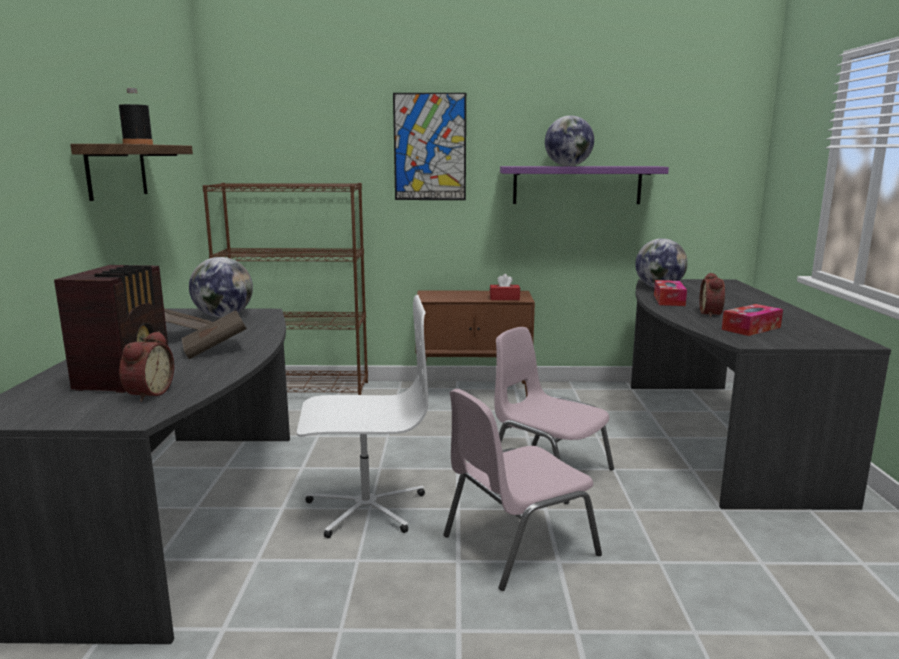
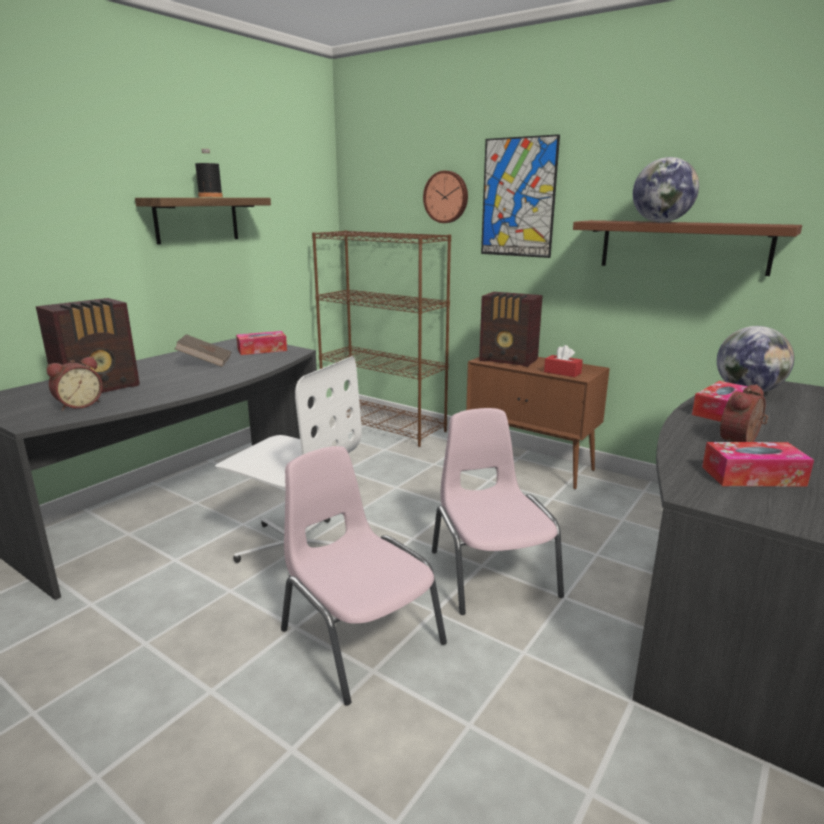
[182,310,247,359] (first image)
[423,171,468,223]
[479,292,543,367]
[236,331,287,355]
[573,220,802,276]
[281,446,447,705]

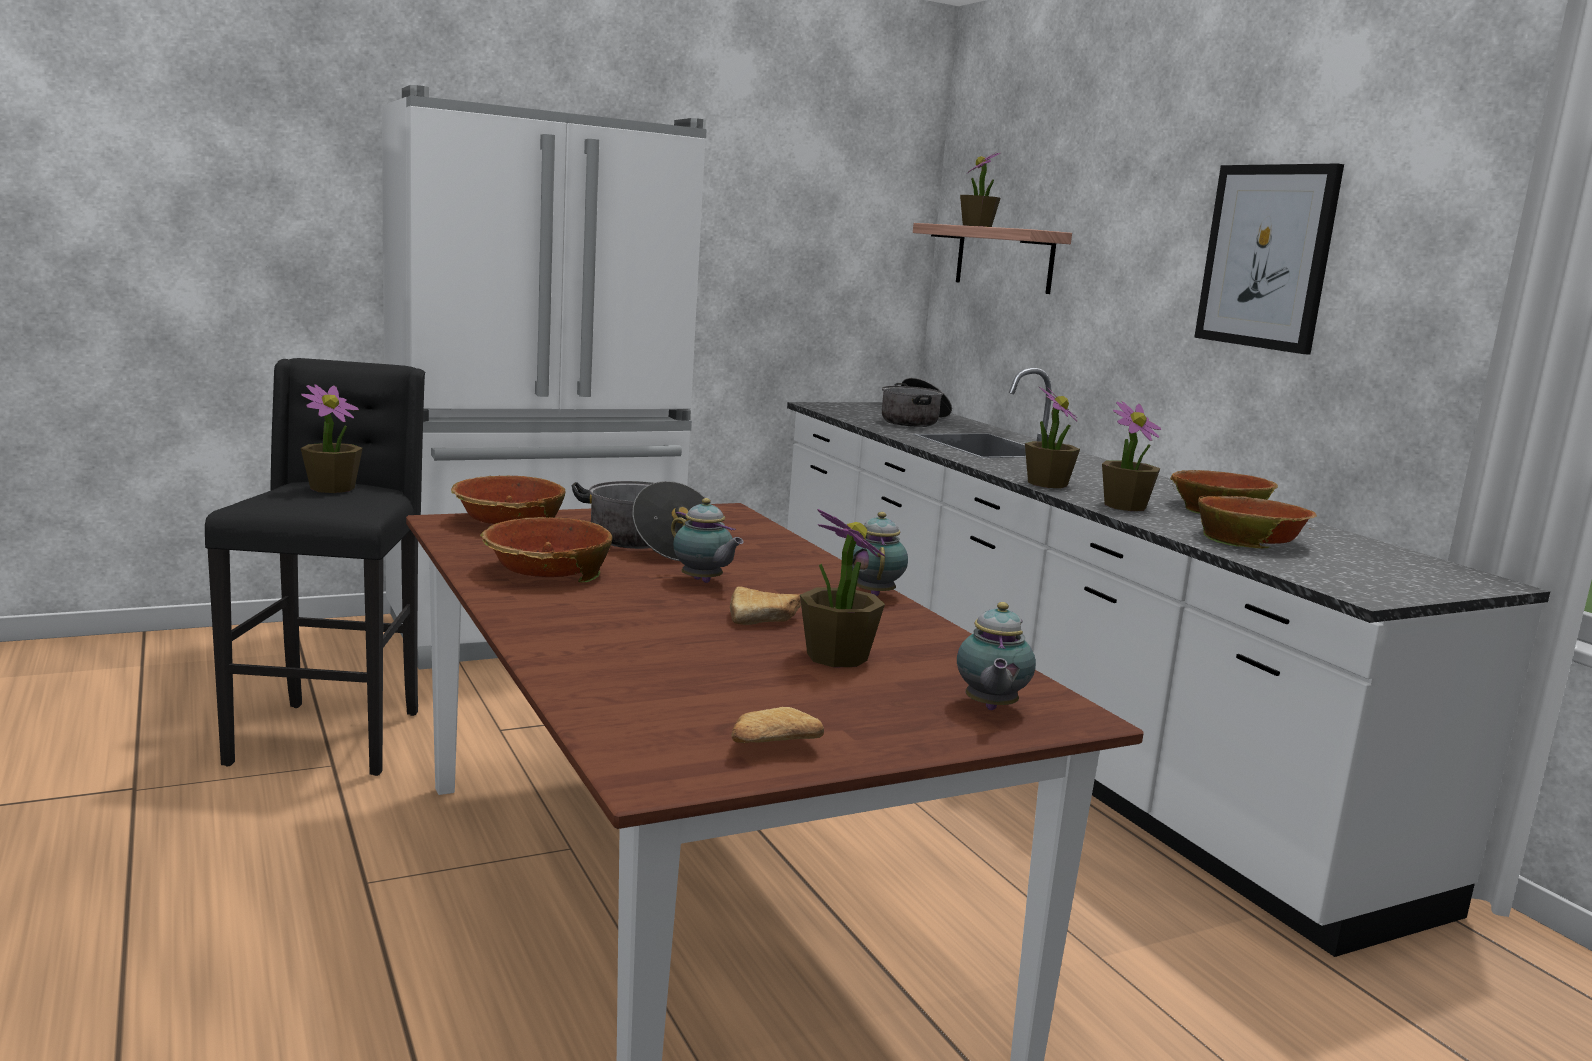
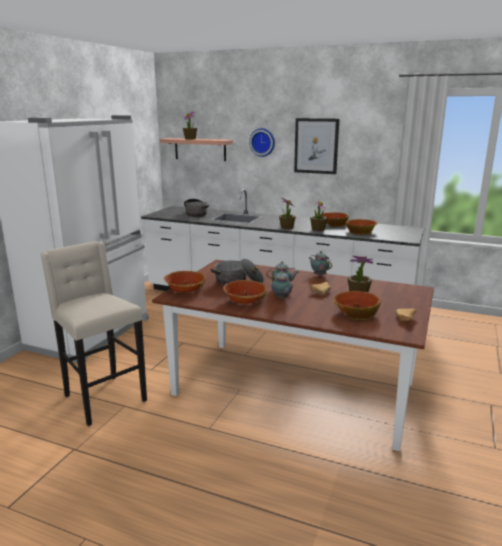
[301,384,363,493] (first image)
[249,128,275,157]
[333,291,381,320]
[271,271,294,299]
[40,241,147,426]

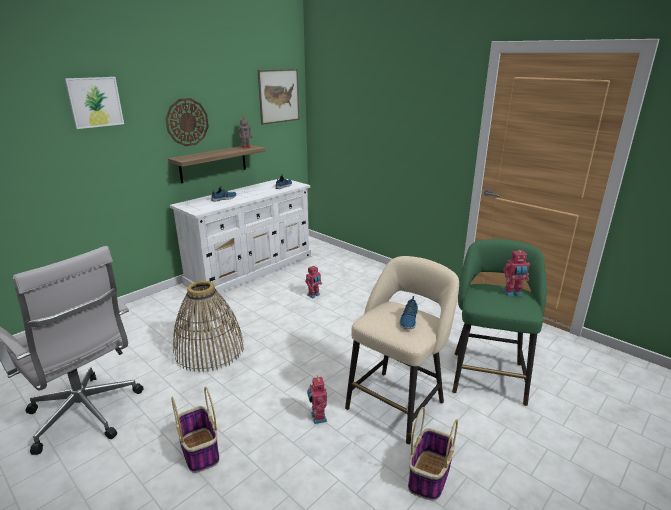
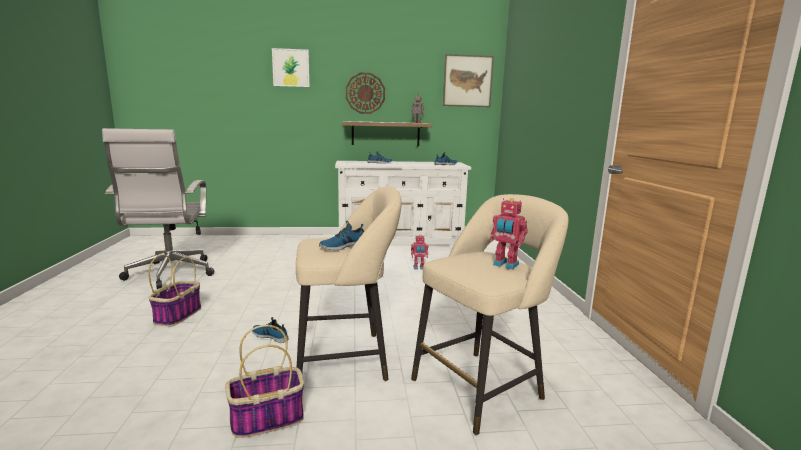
[173,281,244,372] (first image)
[252,317,289,343]
[411,194,569,435]

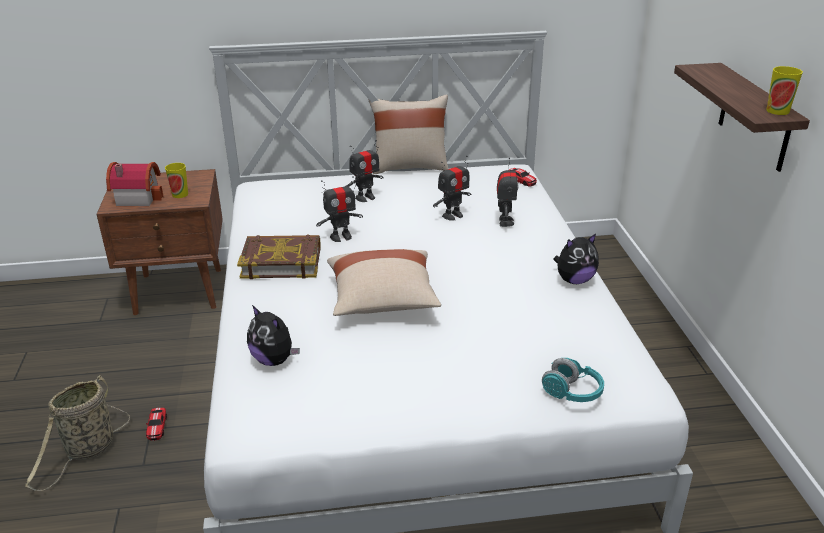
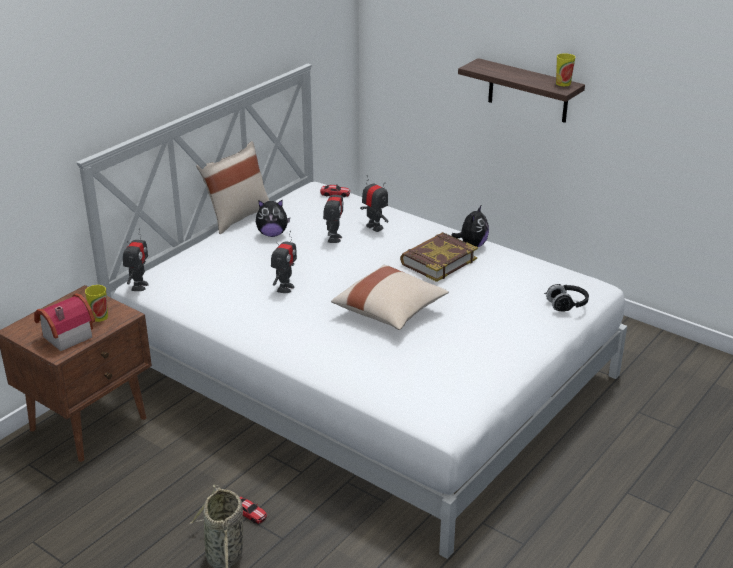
[400,232,478,282]
[256,199,290,237]
[123,229,149,291]
[544,284,589,312]

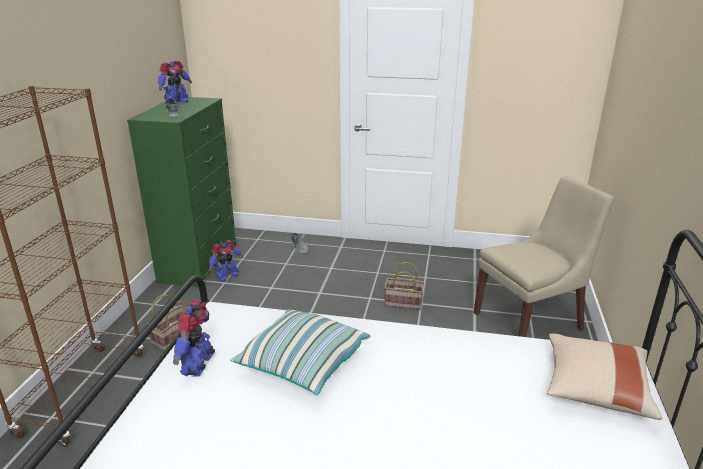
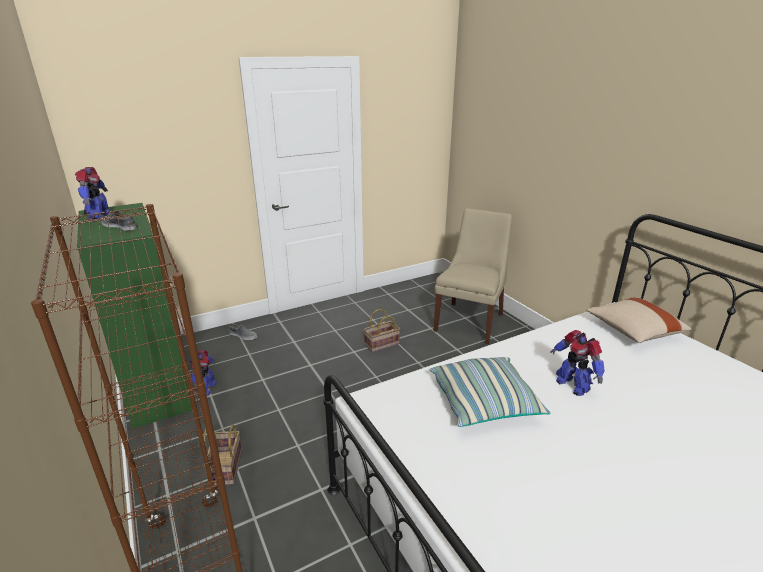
[550,330,605,396]

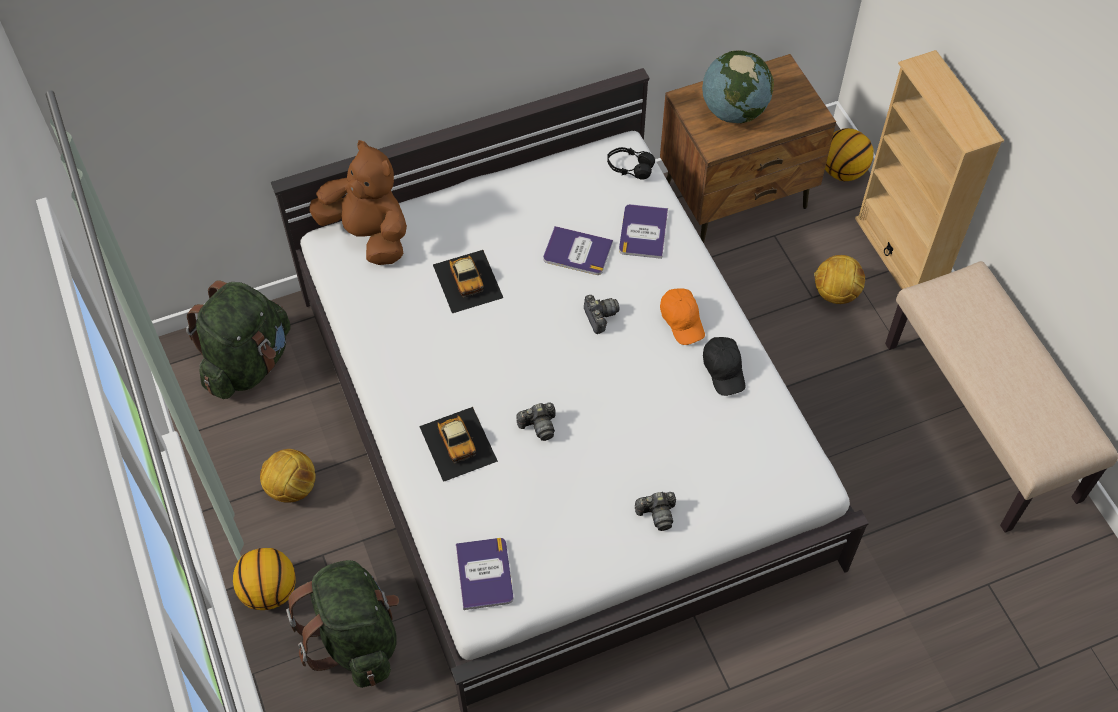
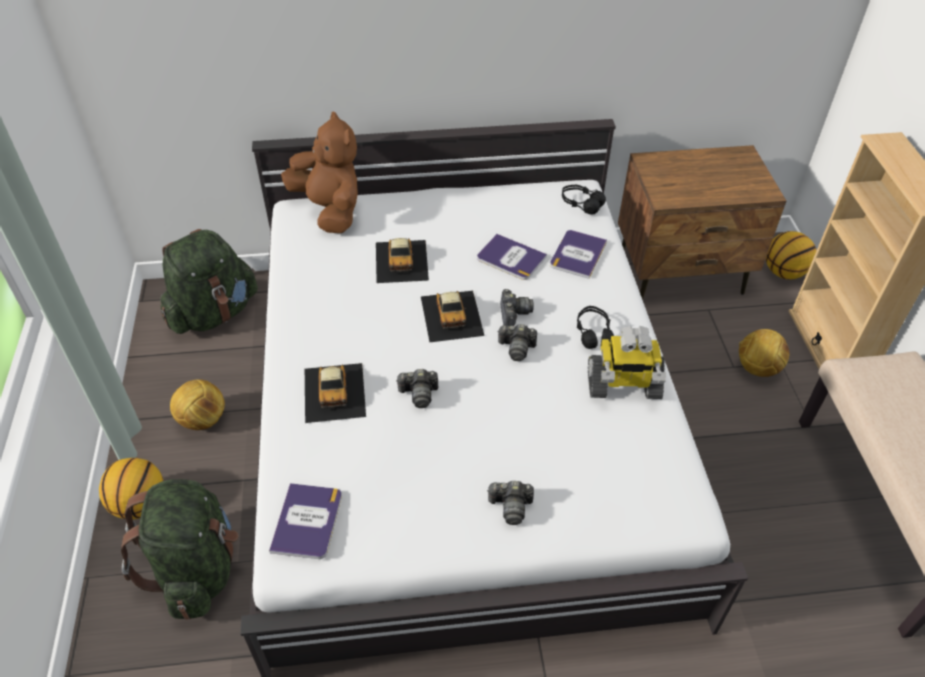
[702,51,774,124] (first image)
[421,291,484,342]
[497,324,537,361]
[577,306,614,349]
[588,326,666,399]

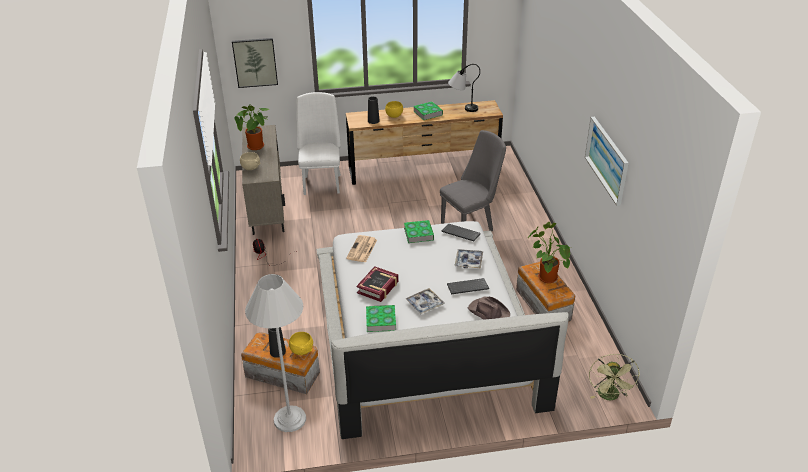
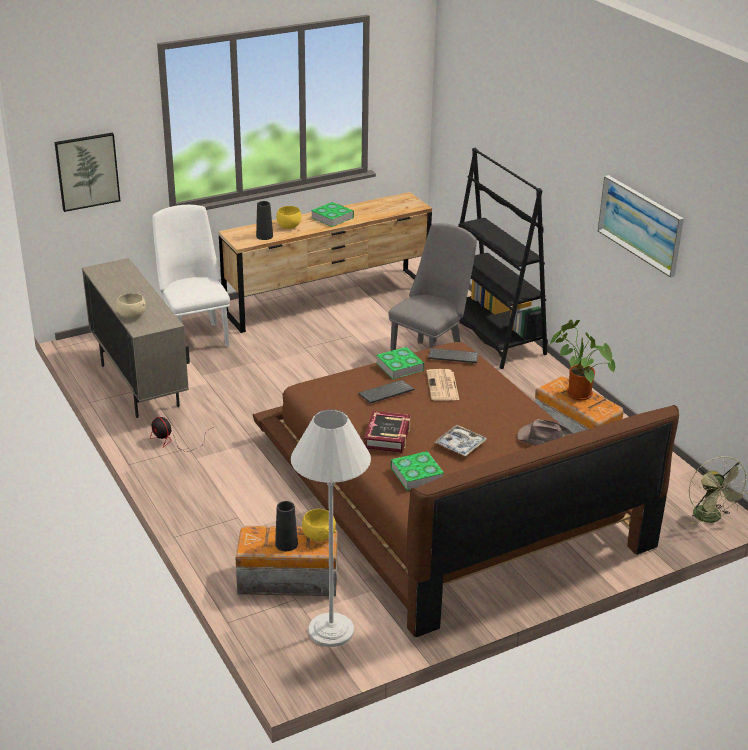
[234,103,269,150] (first image)
[448,64,480,112] (first image)
[455,249,483,268] (first image)
[458,148,548,369]
[426,369,459,401]
[358,380,414,404]
[253,342,679,638]

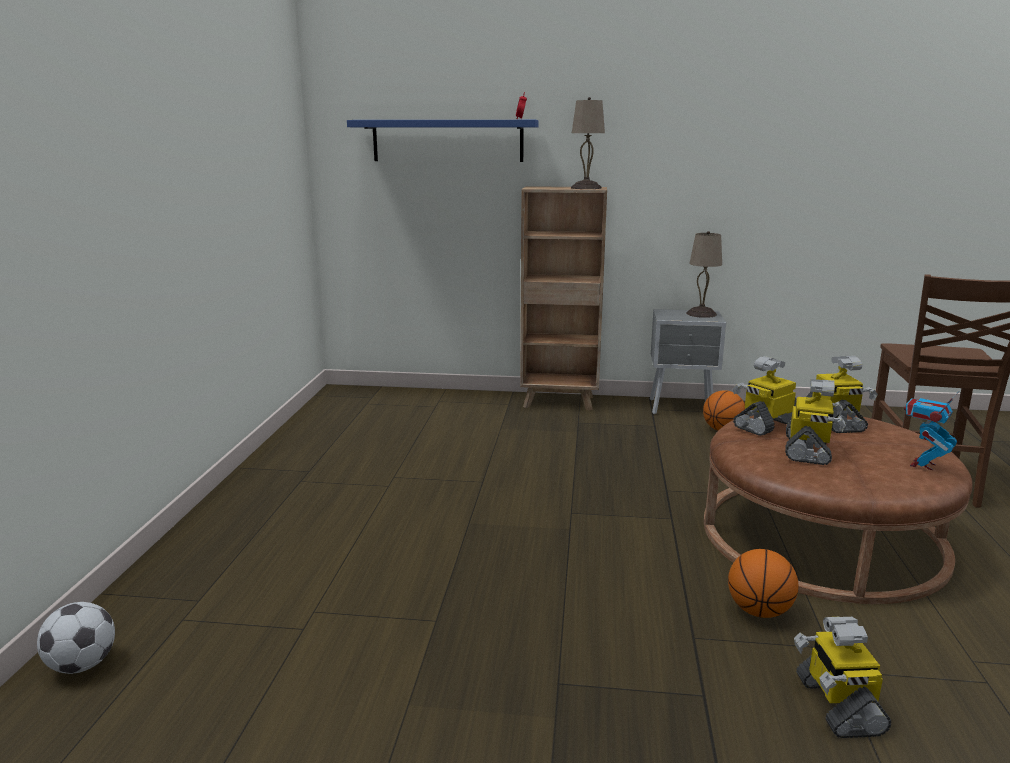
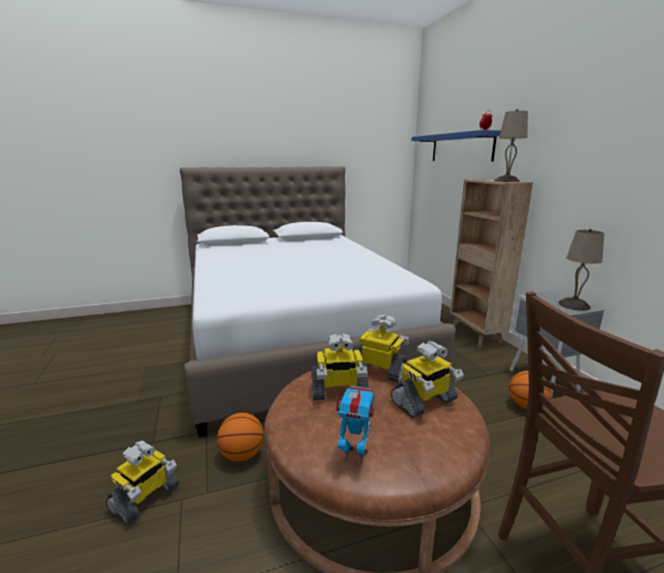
[37,602,115,674] (first image)
[180,166,456,437]
[105,441,179,525]

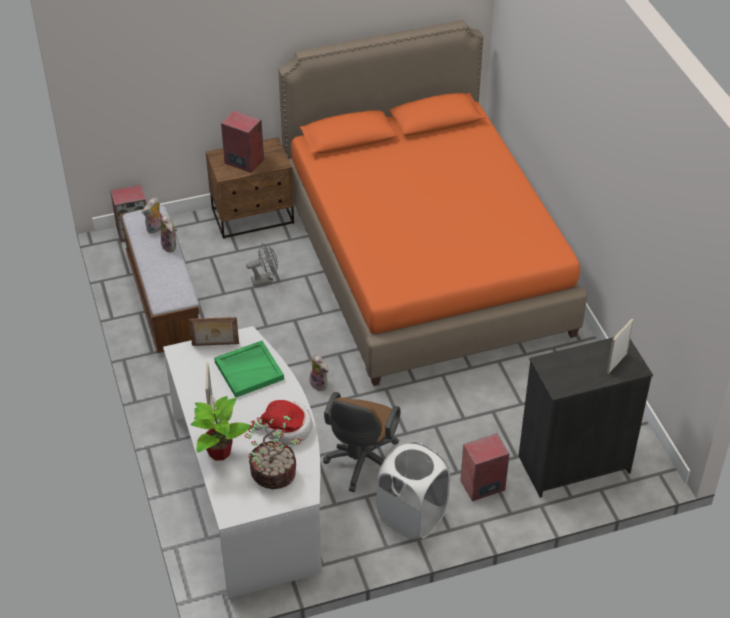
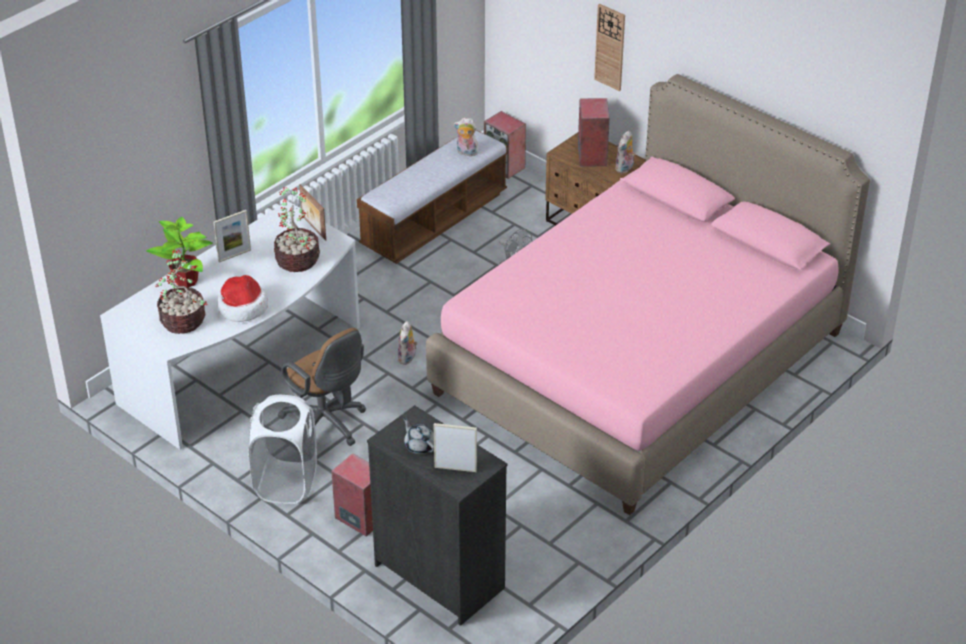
[403,417,434,454]
[594,4,625,91]
[615,131,635,173]
[274,187,320,272]
[426,74,870,515]
[281,328,366,446]

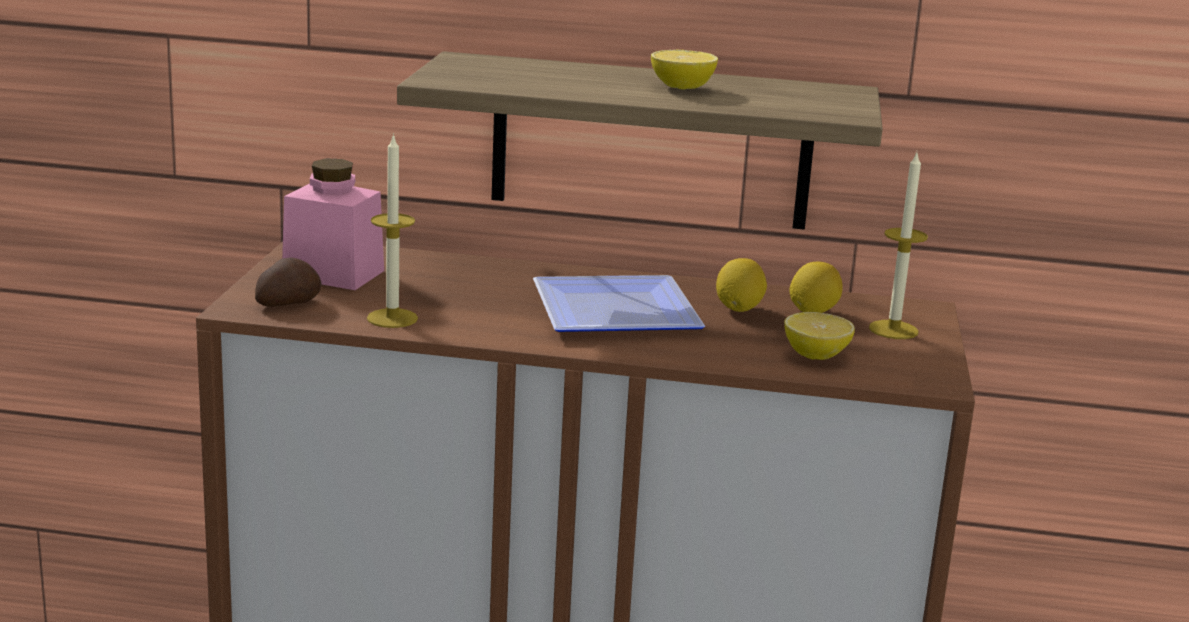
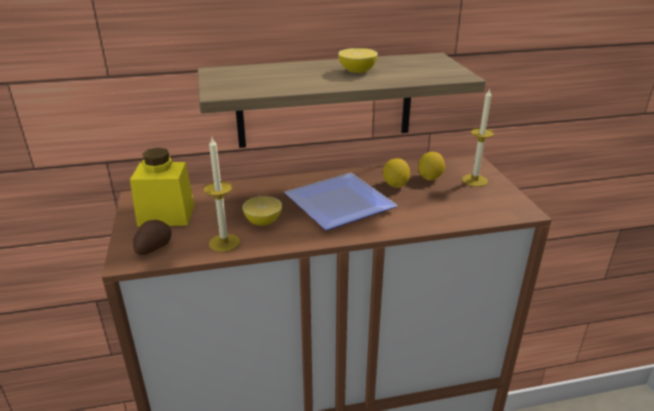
[242,196,282,226]
[130,148,194,227]

